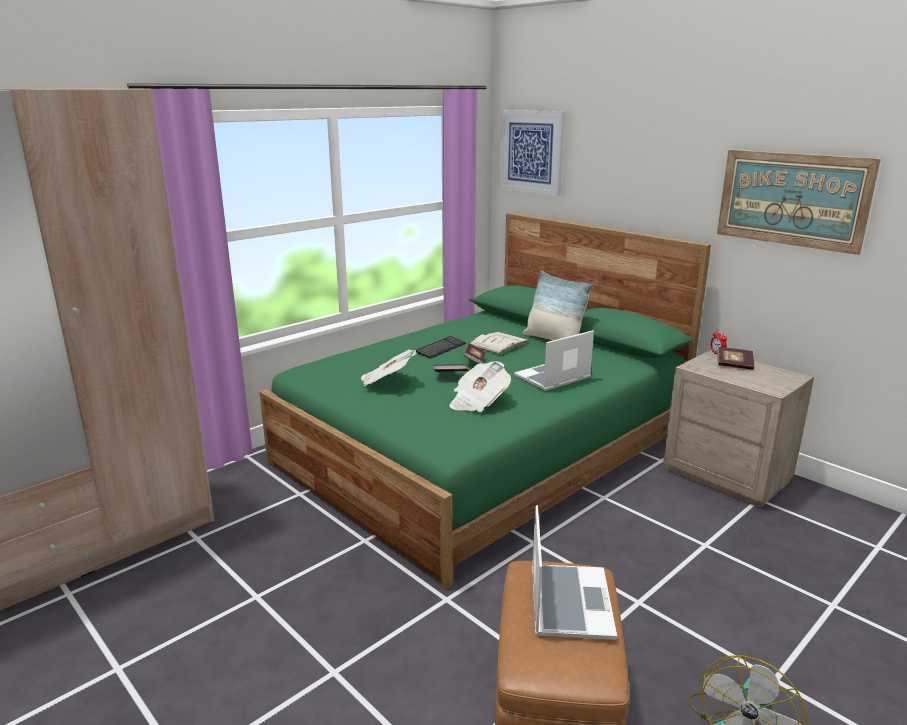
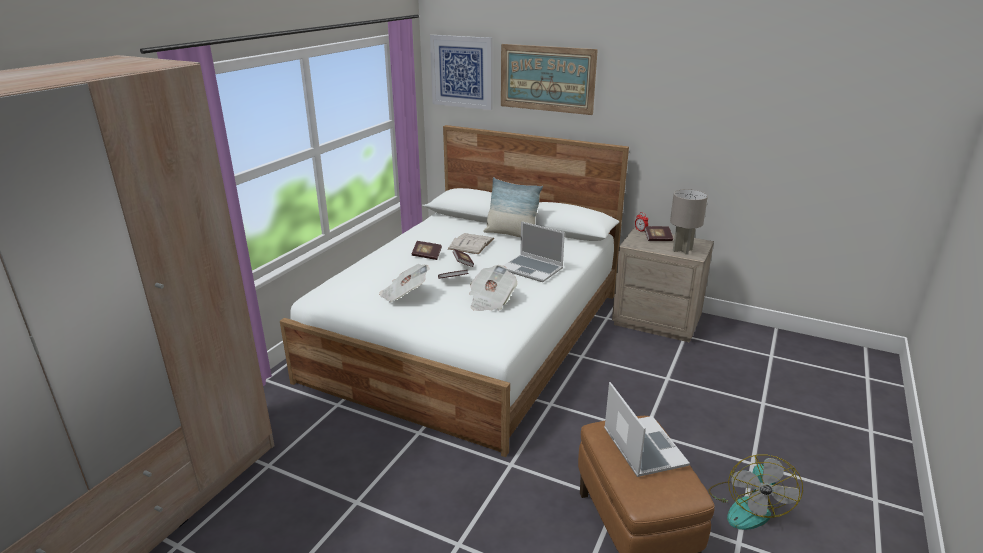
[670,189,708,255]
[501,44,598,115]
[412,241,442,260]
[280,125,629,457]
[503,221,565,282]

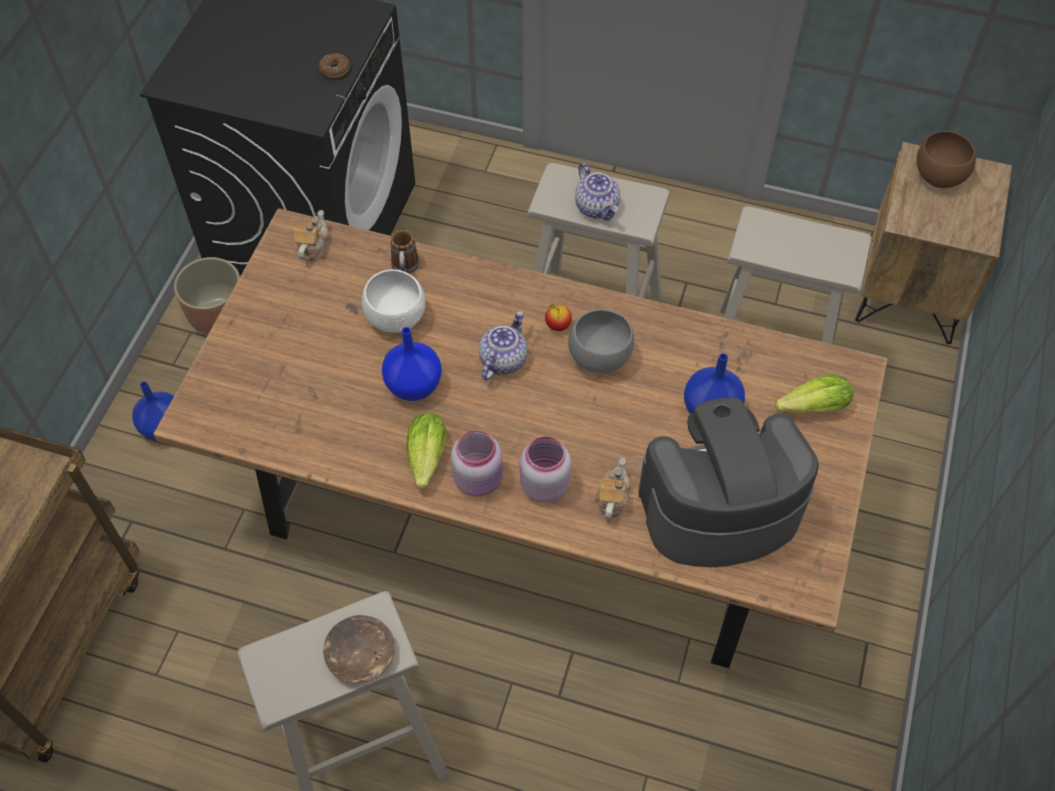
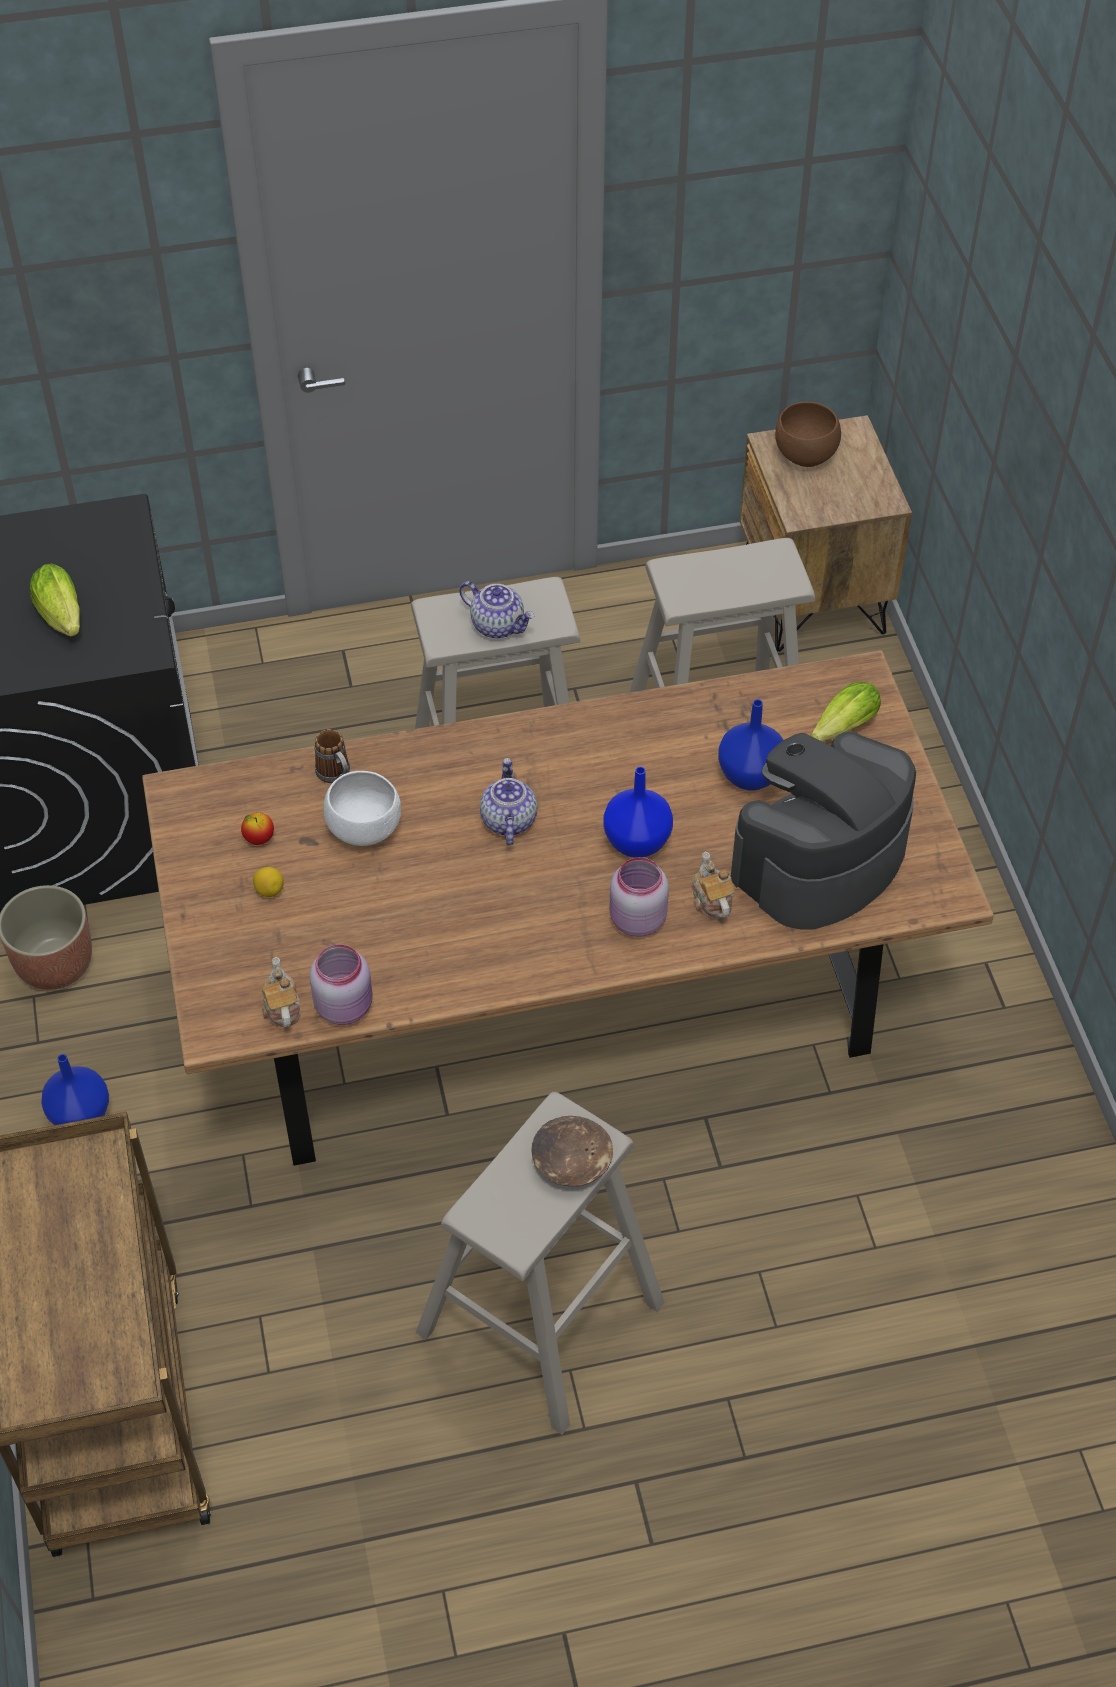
[319,53,350,78] (first image)
[568,309,634,373] (first image)
[253,867,284,897]
[262,957,301,1027]
[603,767,673,858]
[30,564,80,637]
[309,944,373,1025]
[241,812,274,845]

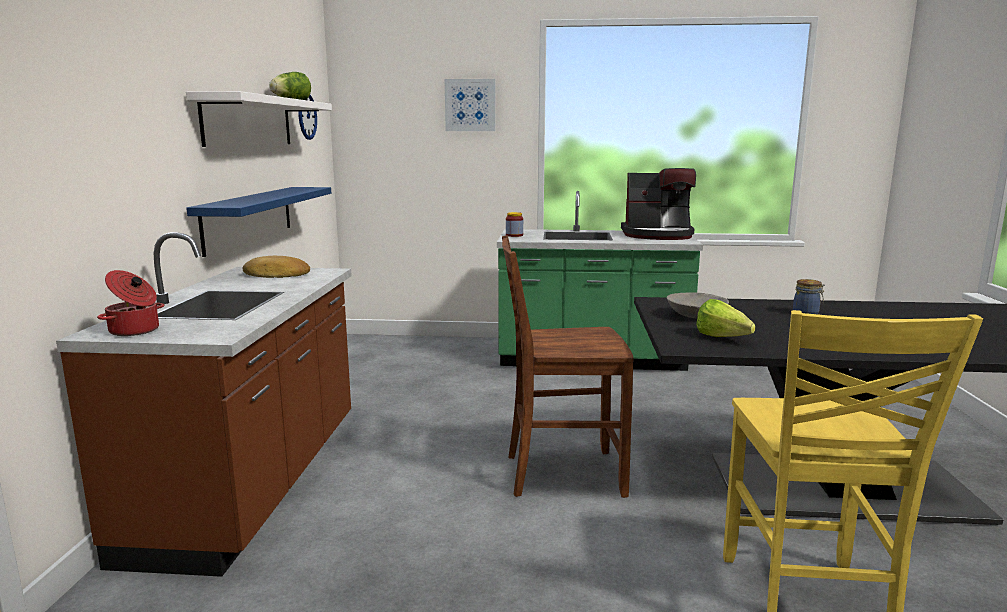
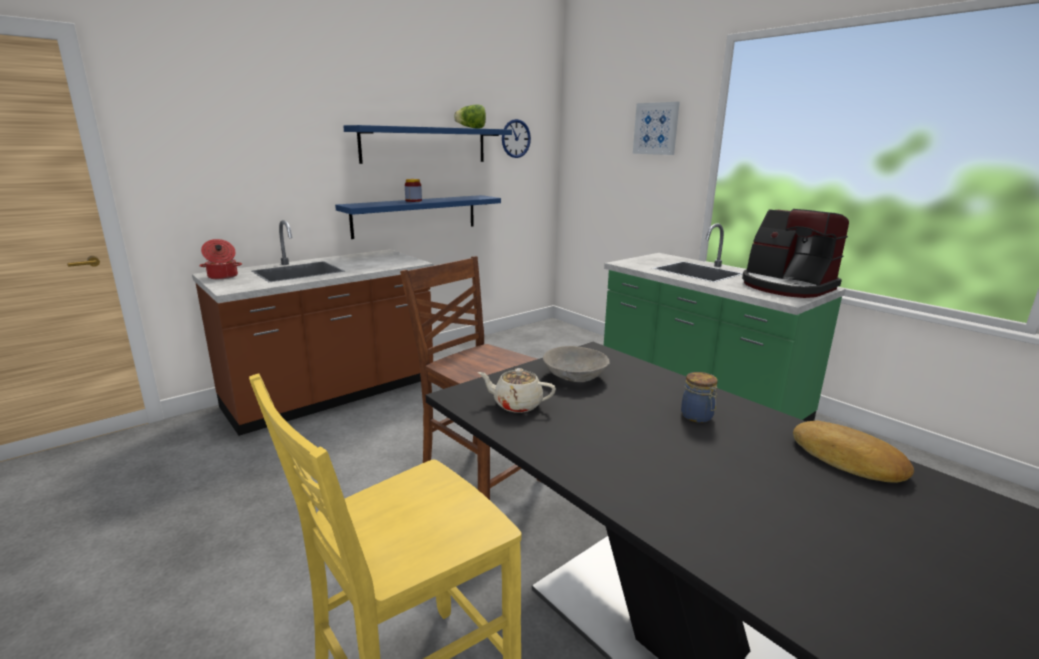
[793,420,914,483]
[405,179,422,202]
[478,368,556,413]
[343,125,512,164]

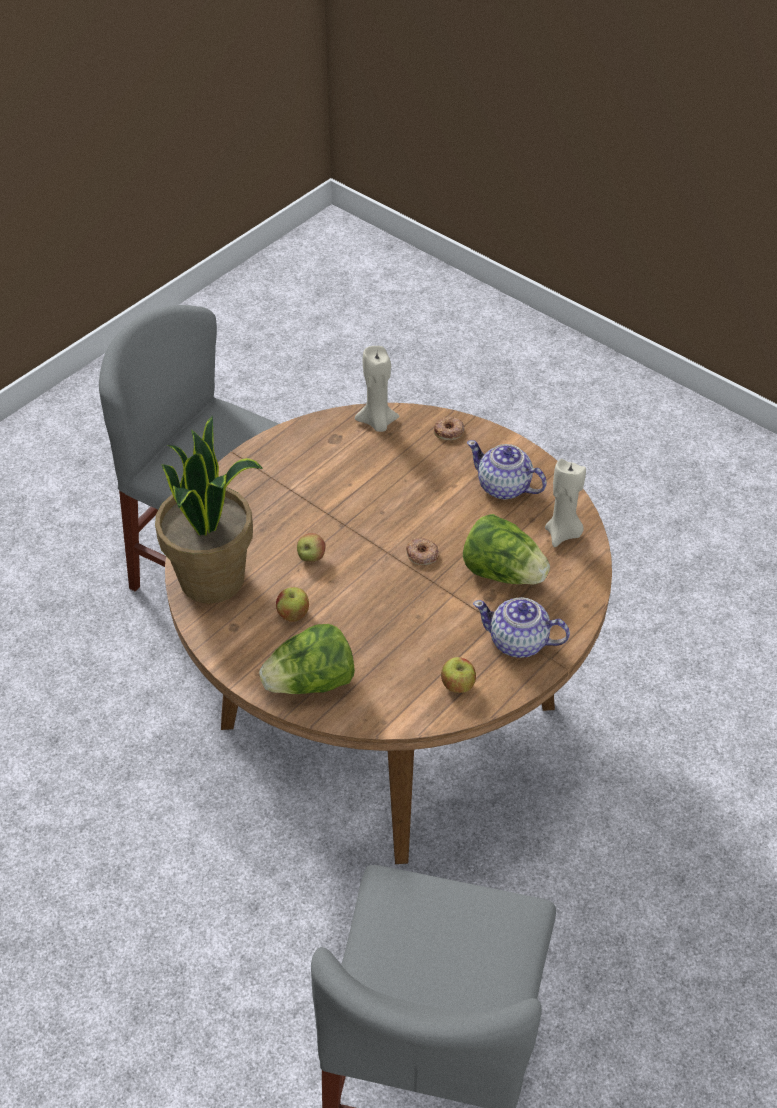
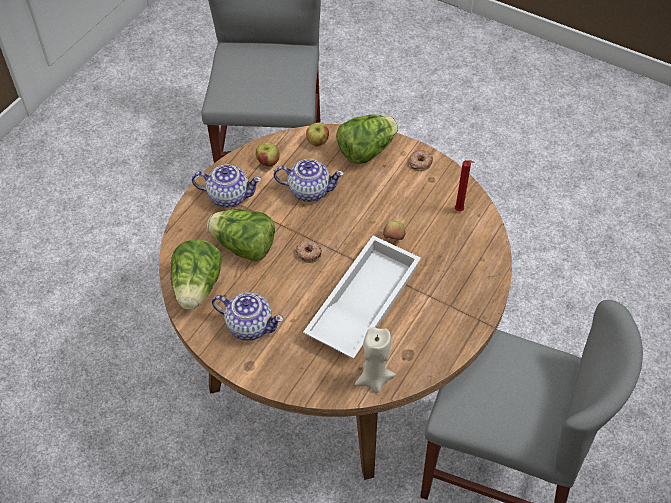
[274,159,344,202]
[303,236,421,359]
[306,122,329,147]
[409,150,433,171]
[455,160,475,212]
[171,239,223,310]

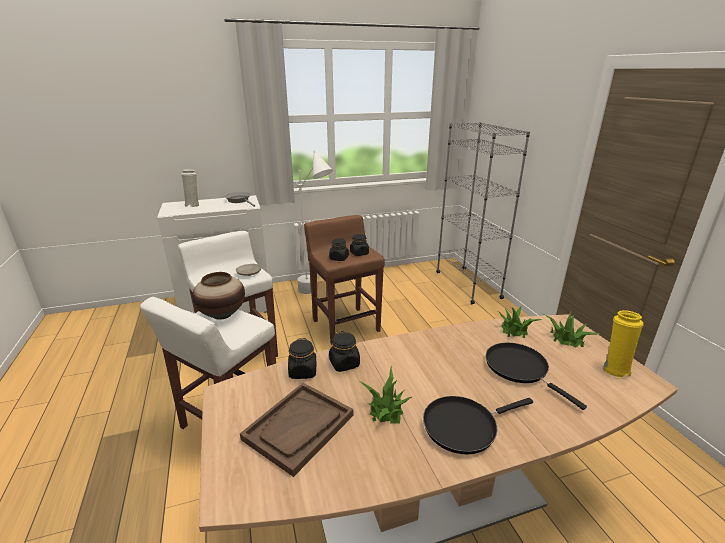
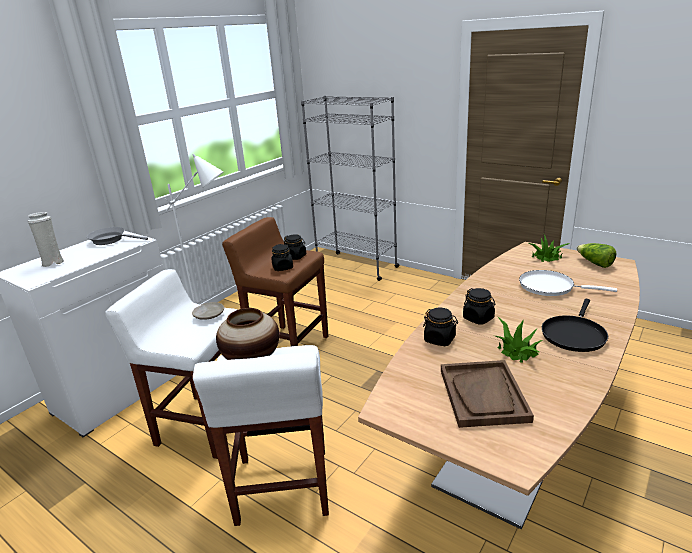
[499,306,541,338] (first image)
[463,288,496,325]
[577,243,617,268]
[519,270,617,296]

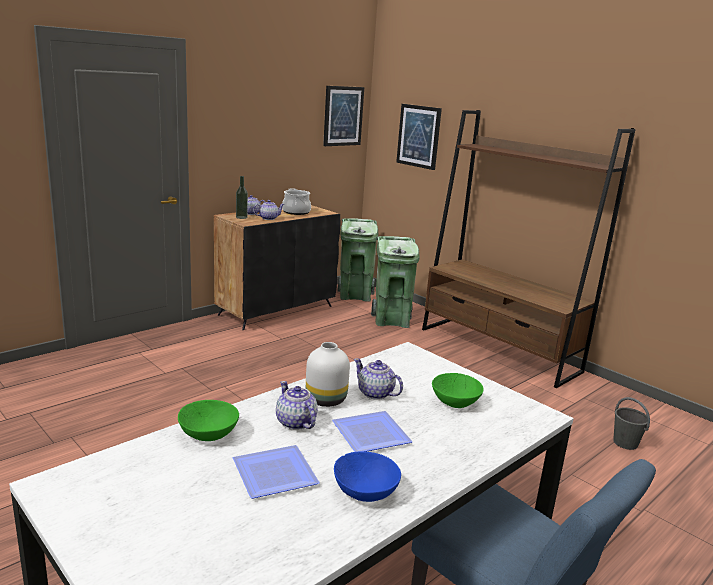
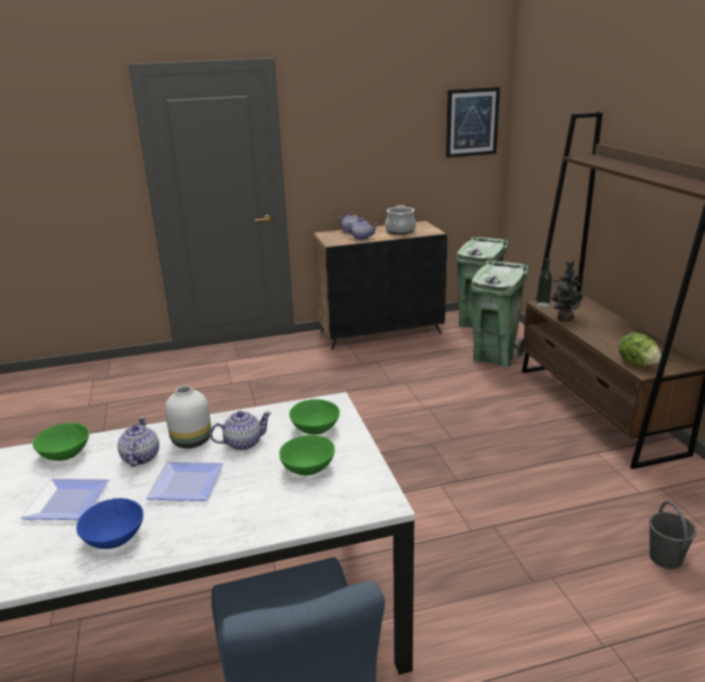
[396,104,442,170] (first image)
[289,399,340,435]
[550,260,585,321]
[619,332,662,366]
[536,258,553,307]
[210,411,272,450]

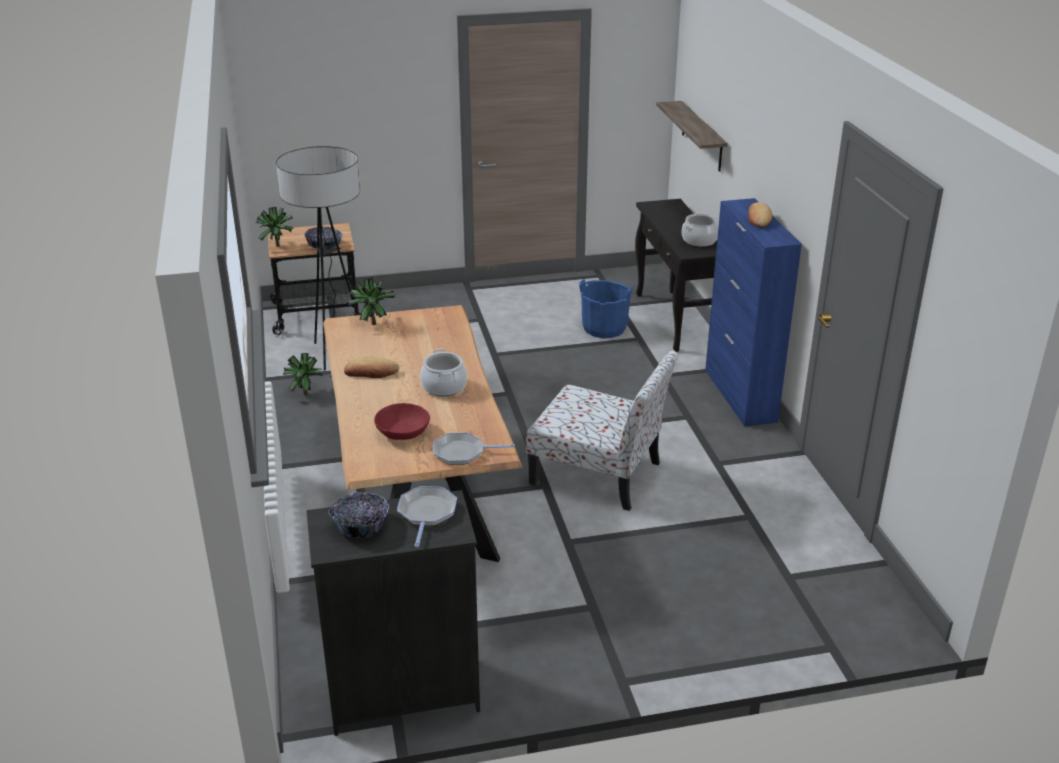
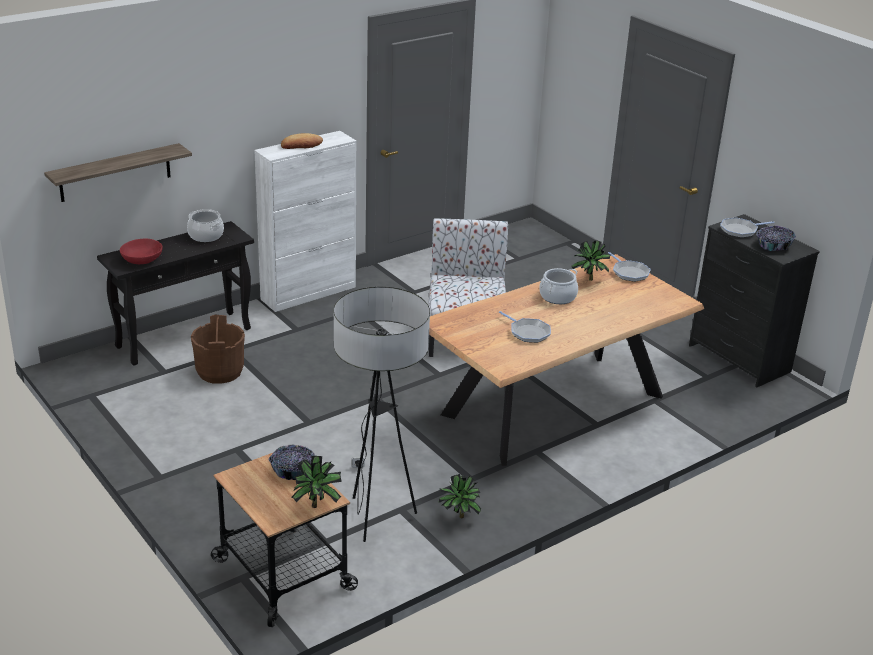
[344,357,399,378] (first image)
[499,311,551,343]
[571,240,612,281]
[120,239,163,264]
[191,315,245,384]
[254,131,356,312]

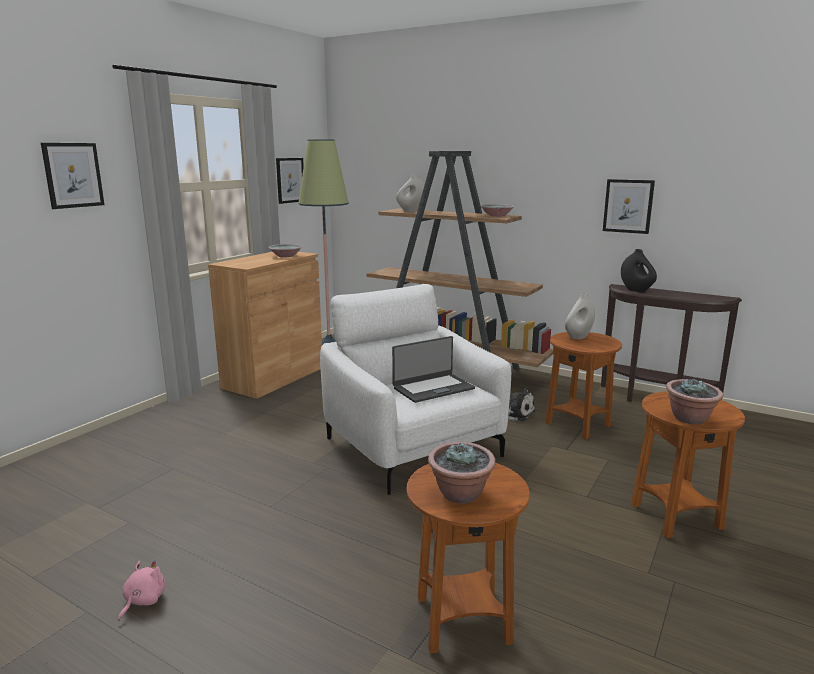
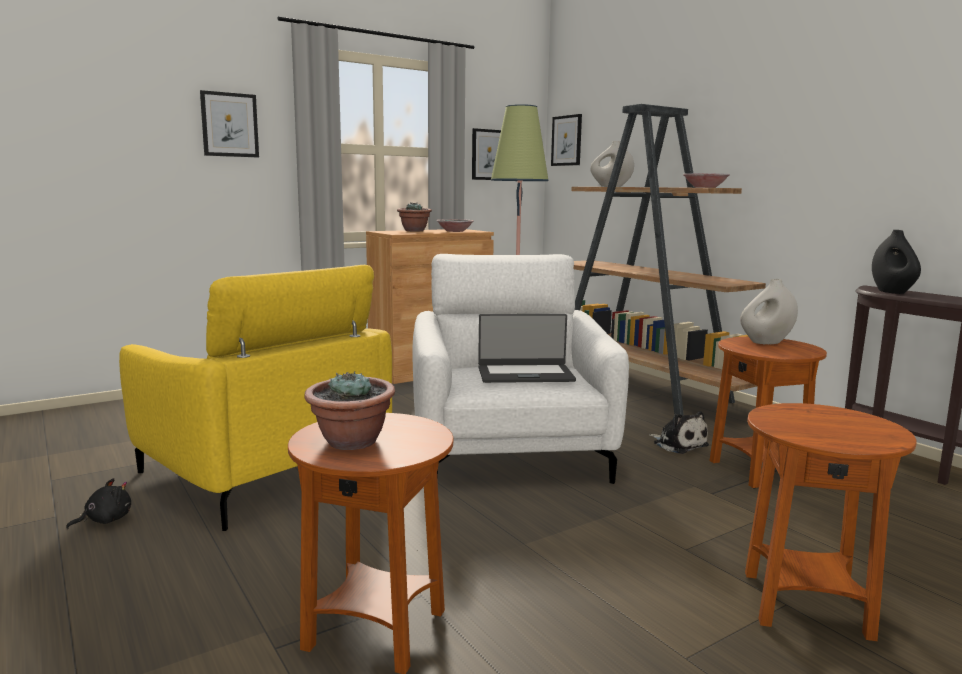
[119,265,392,531]
[551,114,582,166]
[397,202,432,231]
[66,478,131,529]

